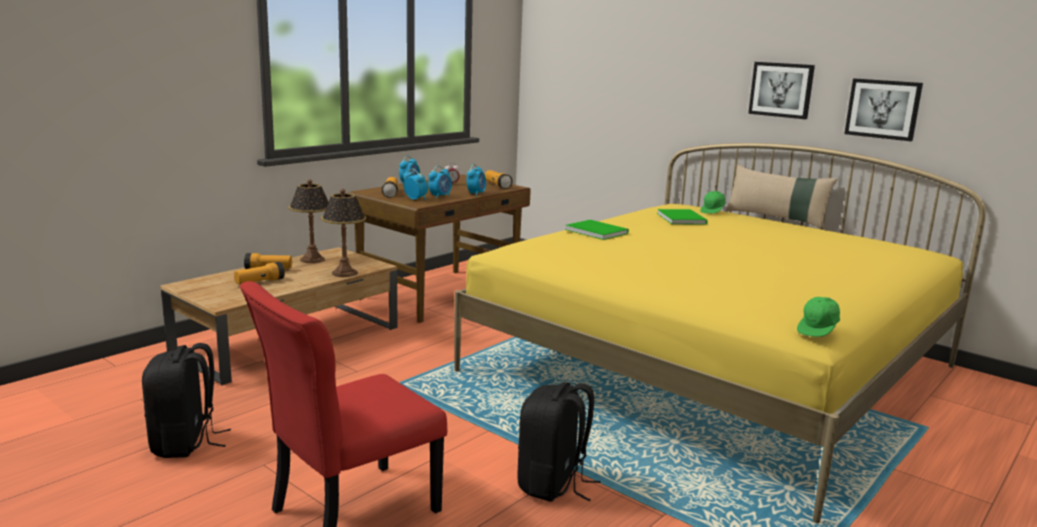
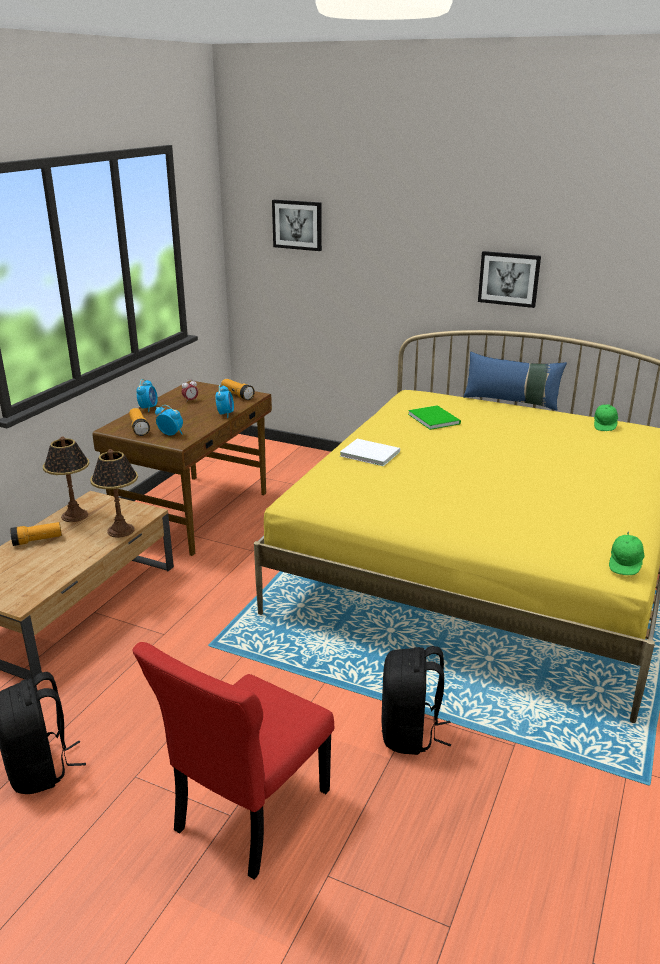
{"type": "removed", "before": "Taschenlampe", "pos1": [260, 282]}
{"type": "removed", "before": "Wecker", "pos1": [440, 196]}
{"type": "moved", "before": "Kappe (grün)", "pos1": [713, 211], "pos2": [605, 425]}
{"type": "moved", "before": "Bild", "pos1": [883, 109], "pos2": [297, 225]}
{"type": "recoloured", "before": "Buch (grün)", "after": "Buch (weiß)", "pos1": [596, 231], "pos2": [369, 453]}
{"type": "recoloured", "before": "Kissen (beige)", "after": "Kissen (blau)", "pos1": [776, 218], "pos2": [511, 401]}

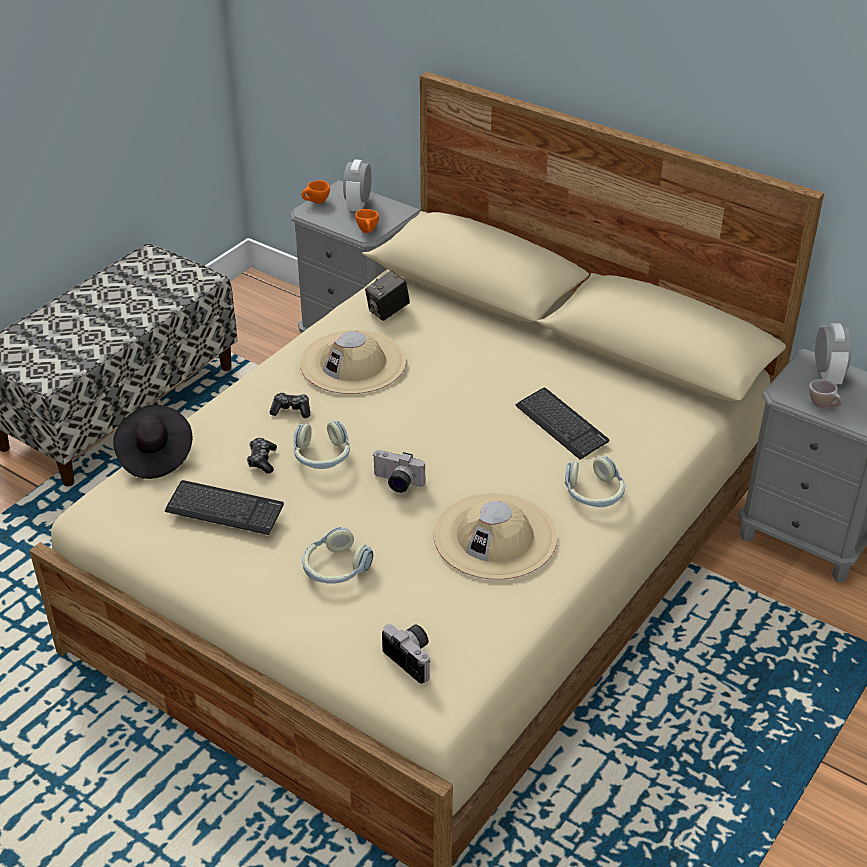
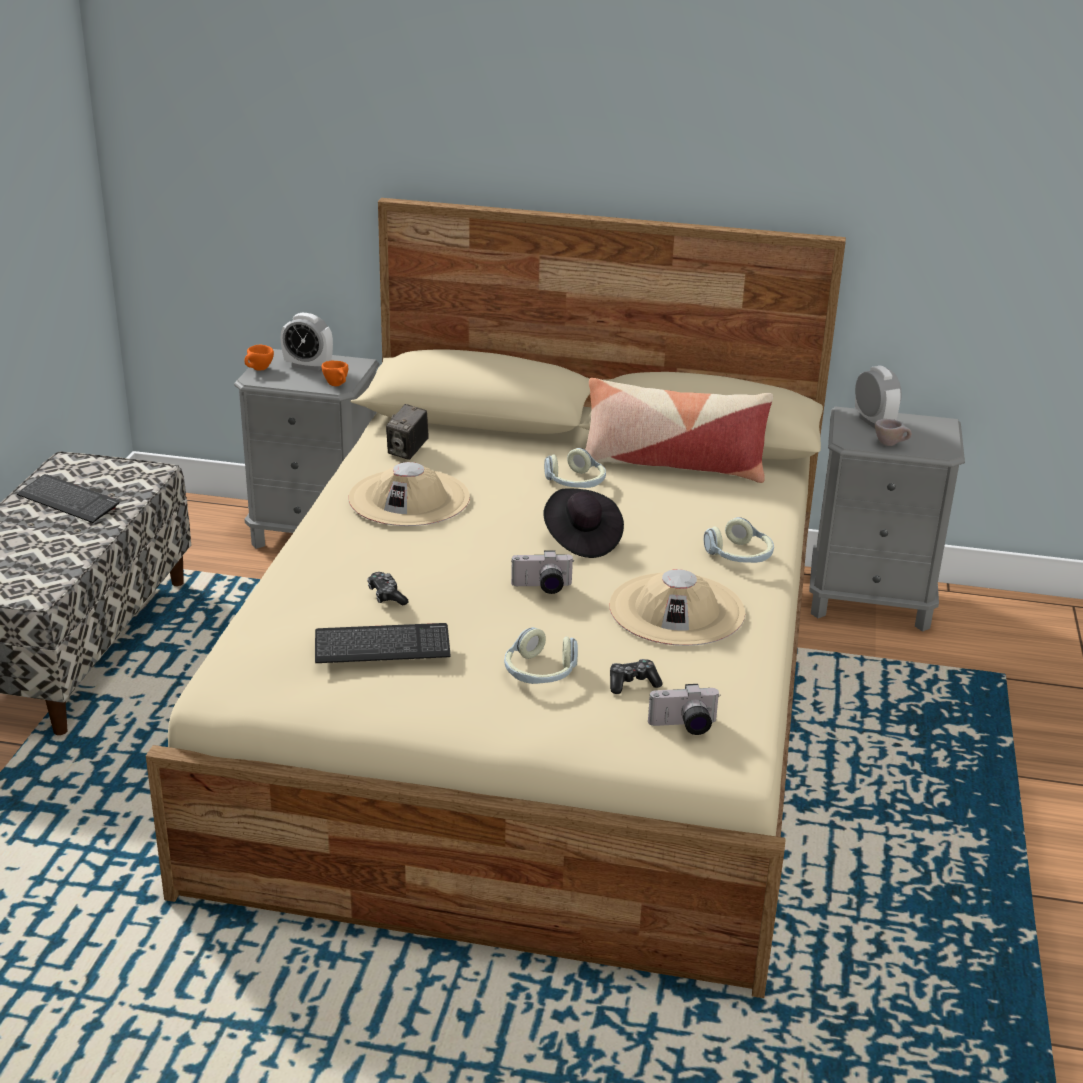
{"type": "added", "after": "Kissen", "pos2": [673, 464]}
{"type": "moved", "before": "Hut (schwarz)", "pos1": [154, 455], "pos2": [581, 539]}
{"type": "moved", "before": "Gamepad", "pos1": [291, 410], "pos2": [632, 683]}
{"type": "moved", "before": "Kopfhörer", "pos1": [322, 456], "pos2": [575, 483]}
{"type": "moved", "before": "Tastatur", "pos1": [561, 425], "pos2": [68, 501]}
{"type": "turned", "before": "Wecker", "pos1": [358, 206], "pos2": [308, 366], "turn": -60}
{"type": "turned", "before": "Kamera", "pos1": [413, 658], "pos2": [684, 726], "turn": 150}

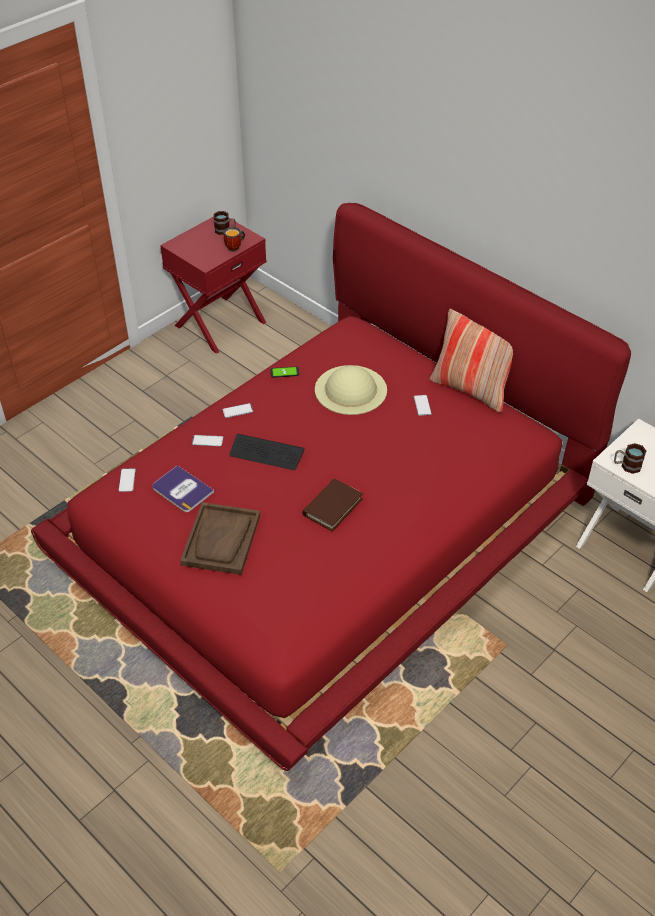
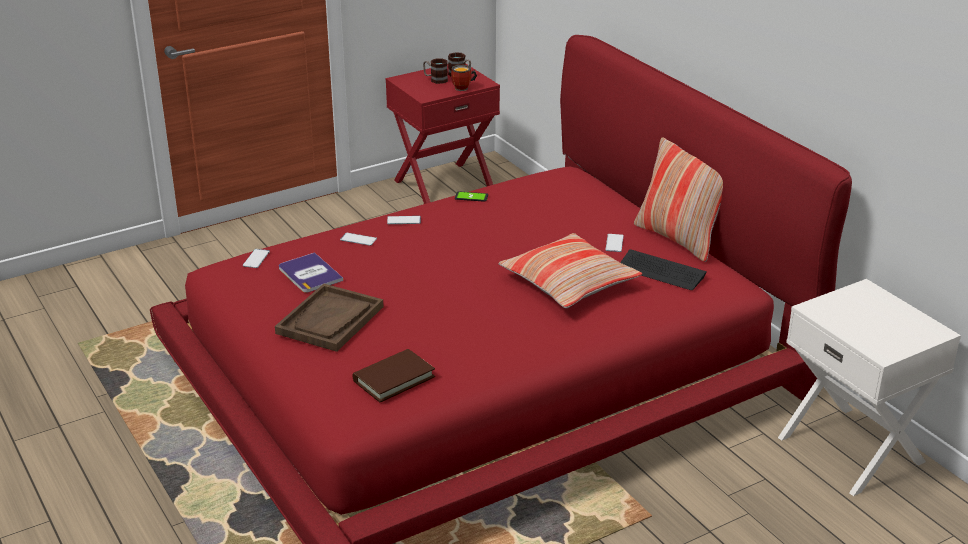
{"type": "removed", "before": "Hut (beige)", "pos1": [350, 389]}
{"type": "added", "after": "Kissen", "pos2": [569, 282]}
{"type": "moved", "before": "Tastatur", "pos1": [266, 453], "pos2": [661, 272]}
{"type": "moved", "before": "Buch (braun)", "pos1": [332, 507], "pos2": [394, 379]}
{"type": "moved", "before": "Henkelbecher", "pos1": [626, 466], "pos2": [435, 79]}

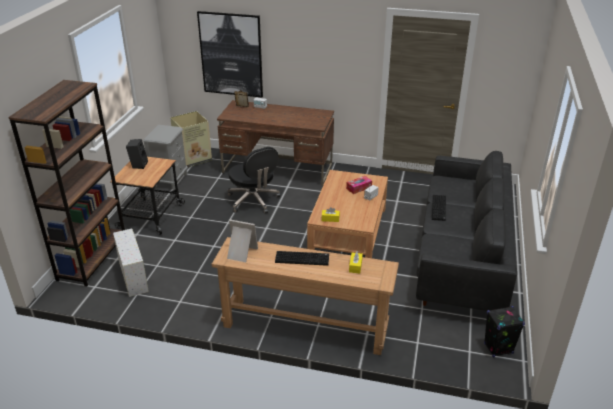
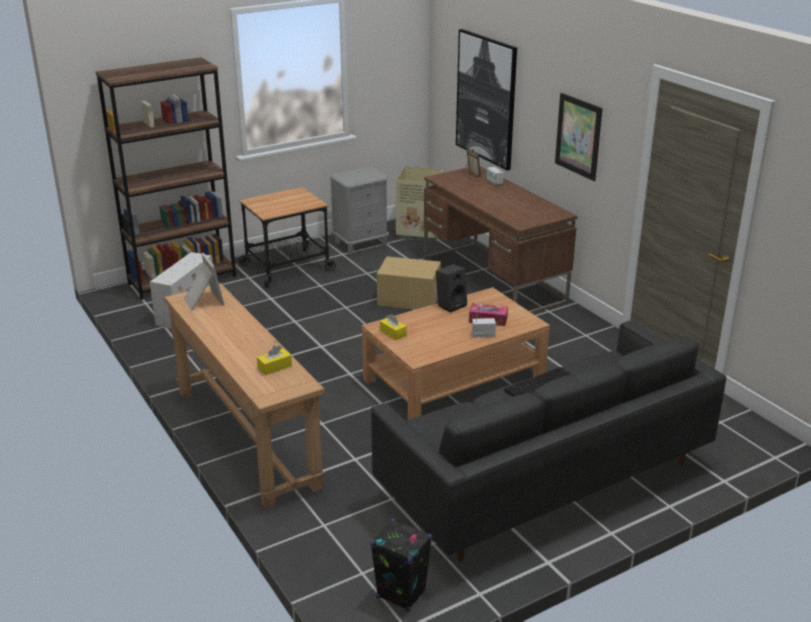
{"type": "removed", "before": "Tastatur", "pos1": [302, 258]}
{"type": "added", "after": "Bild", "pos2": [578, 136]}
{"type": "moved", "before": "Lautsprecher (schwarz)", "pos1": [138, 164], "pos2": [451, 305]}
{"type": "replaced", "before": "Bürostuhl (schwarz)", "after": "Karton", "pos1": [254, 201], "pos2": [408, 299]}

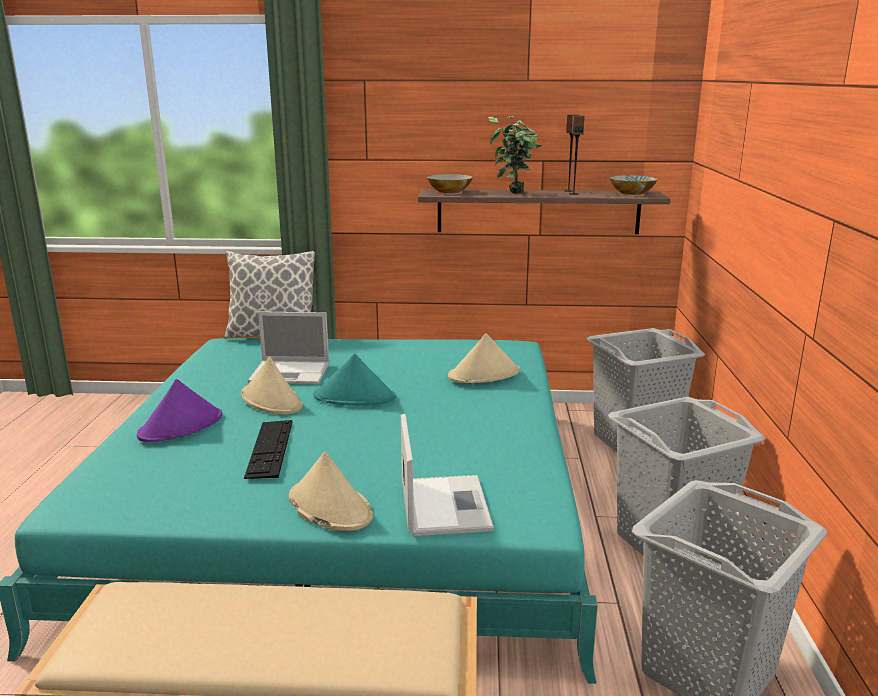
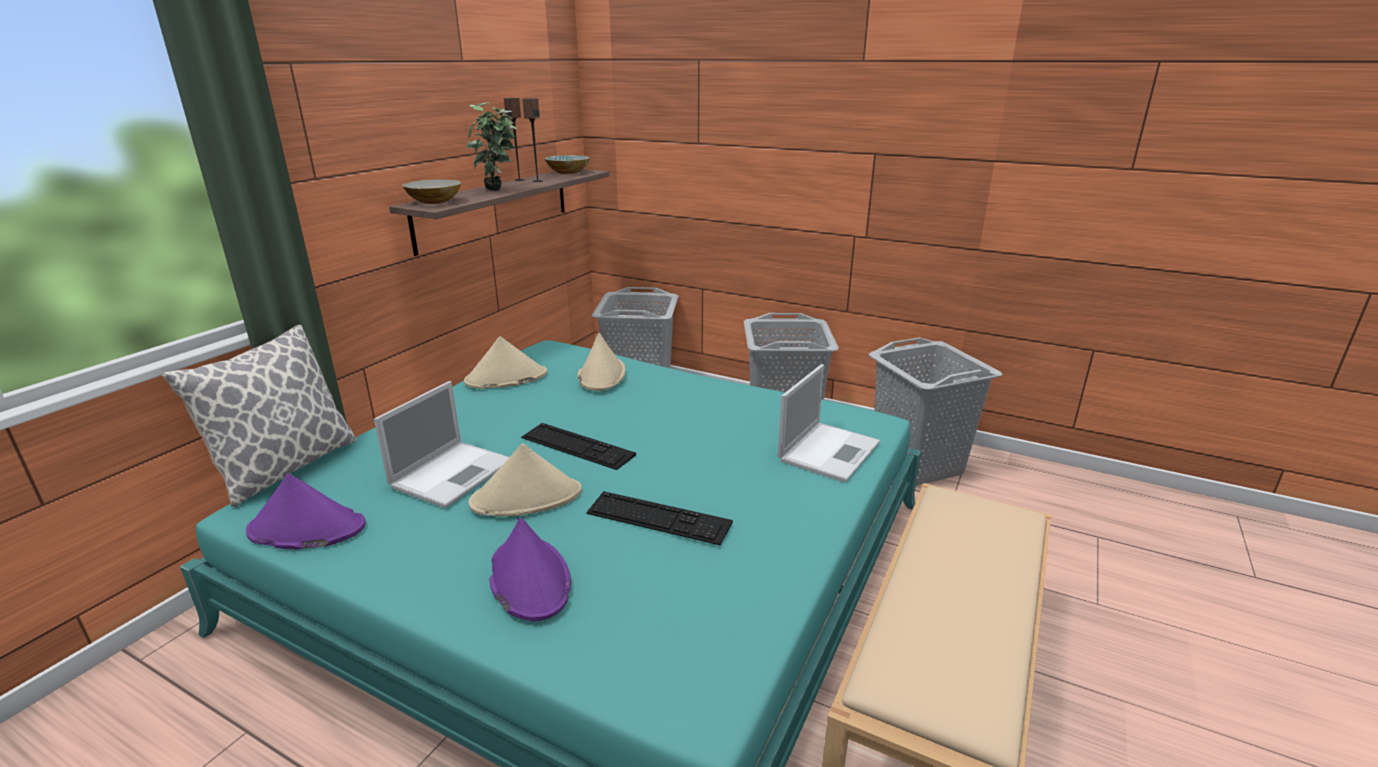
{"type": "added", "after": "Hut (lila)", "pos2": [306, 529]}
{"type": "moved", "before": "Hut (beige)", "pos1": [329, 506], "pos2": [506, 378]}
{"type": "replaced", "before": "Hut (türkis)", "after": "Tastatur", "pos1": [355, 397], "pos2": [577, 446]}
{"type": "turned", "before": "Laptop", "pos1": [444, 504], "pos2": [829, 451], "turn": 105}

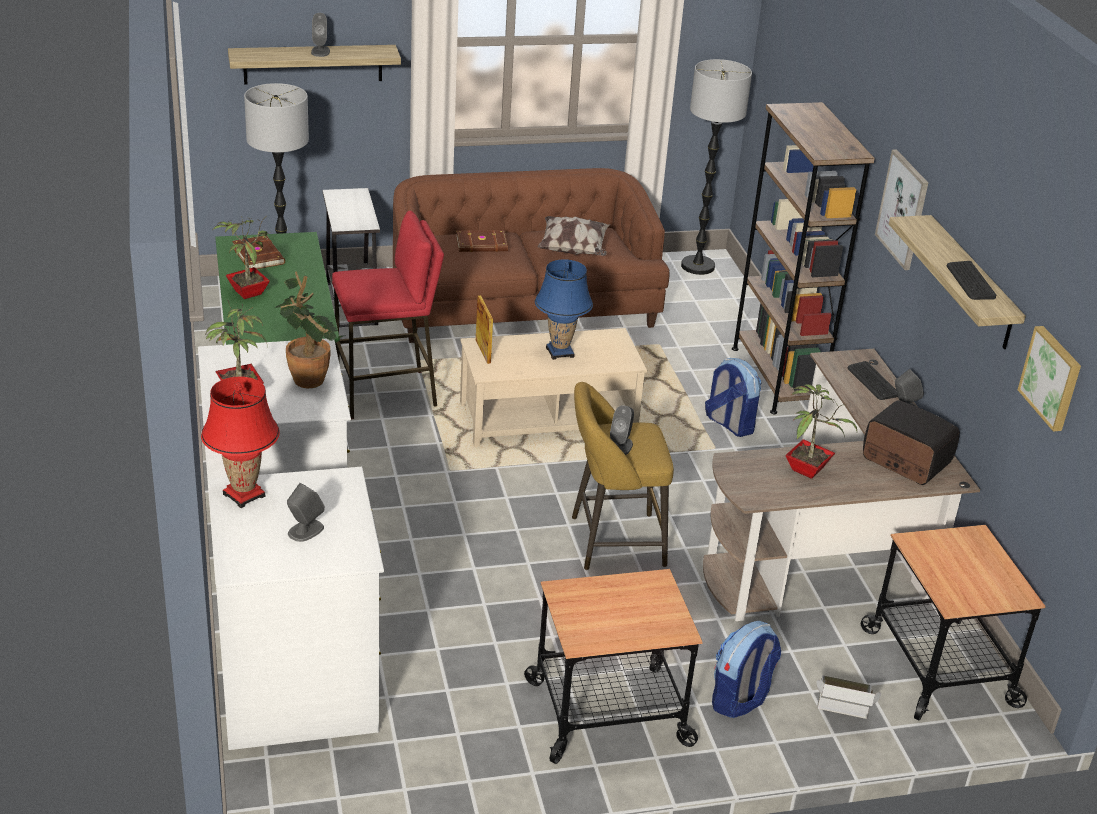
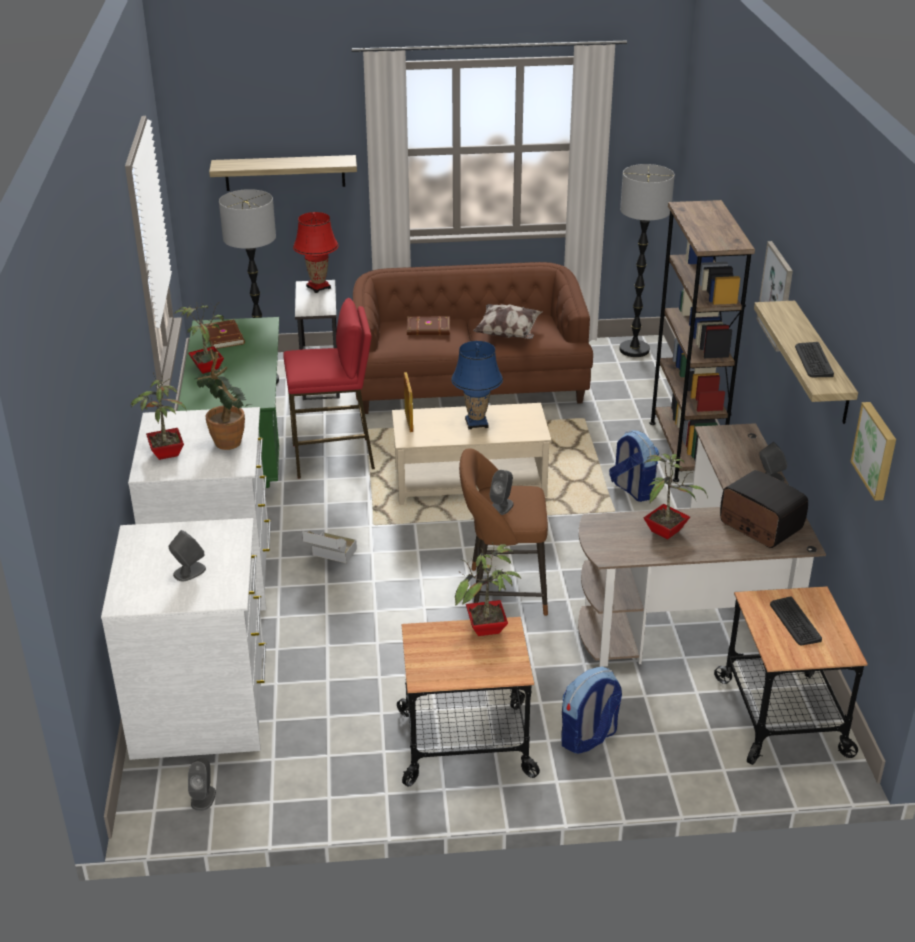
{"type": "added", "after": "Topfpflanze", "pos2": [486, 630]}
{"type": "moved", "before": "Tischlampe (rot)", "pos1": [244, 495], "pos2": [318, 287]}
{"type": "moved", "before": "Lautsprecher (grau)", "pos1": [320, 51], "pos2": [203, 797]}
{"type": "moved", "before": "Karton", "pos1": [841, 712], "pos2": [330, 558]}
{"type": "moved", "before": "Tastatur", "pos1": [872, 381], "pos2": [794, 622]}
{"type": "recoloured", "before": "Hocker (gelb)", "after": "Hocker (braun)", "pos1": [611, 542], "pos2": [502, 592]}

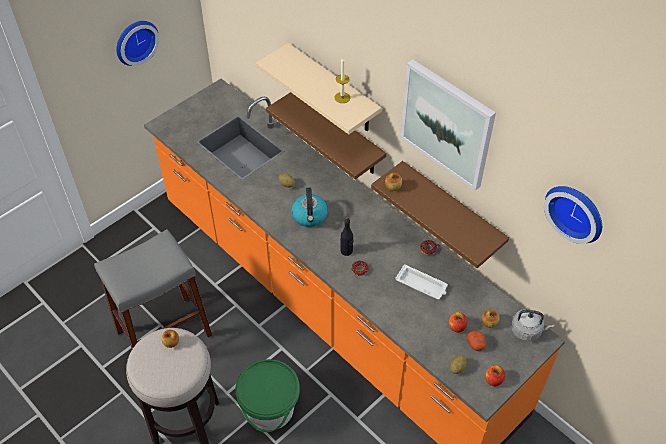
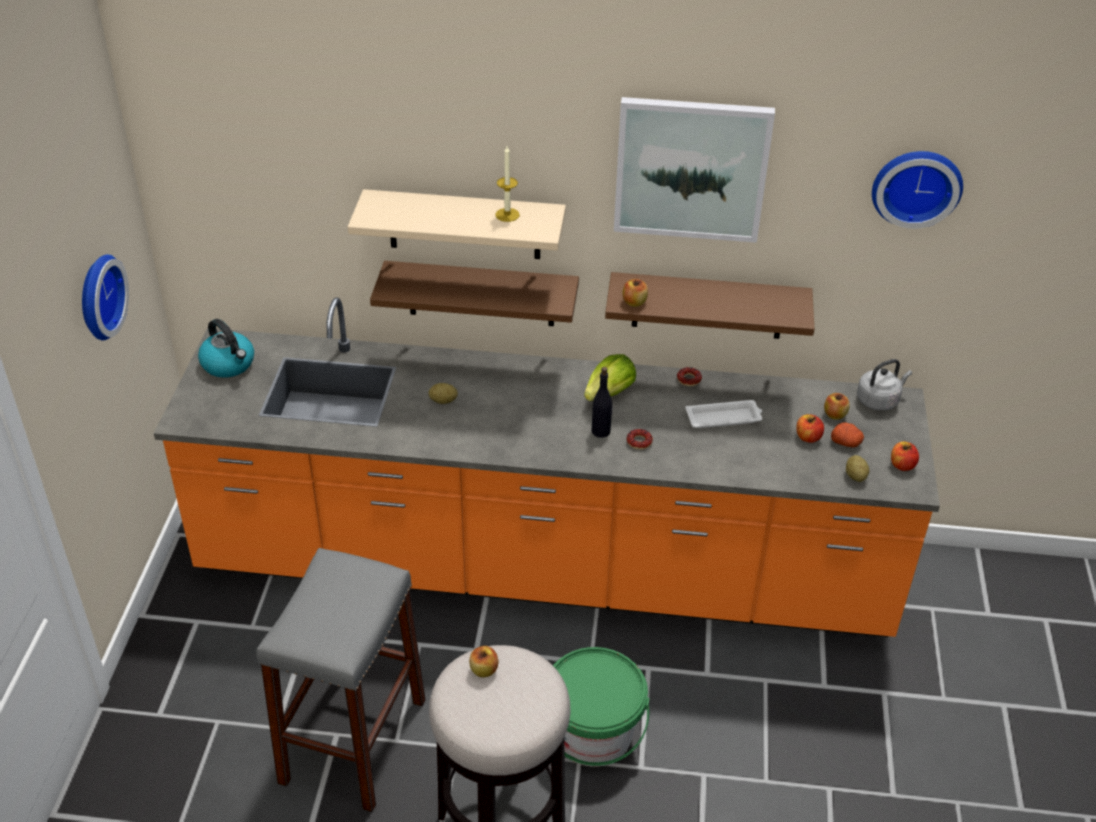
{"type": "added", "after": "Salatkopf", "pos2": [610, 393]}
{"type": "moved", "before": "Wasserkessel", "pos1": [310, 216], "pos2": [229, 364]}

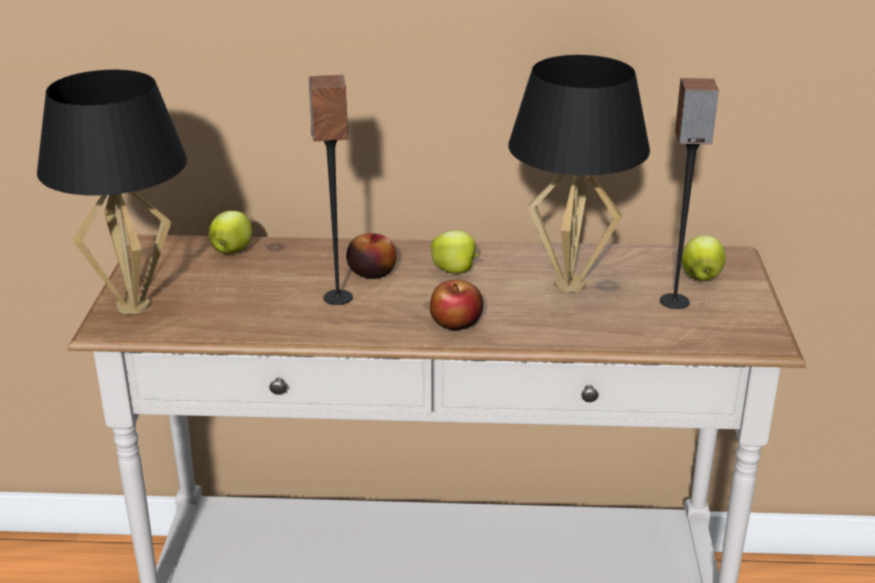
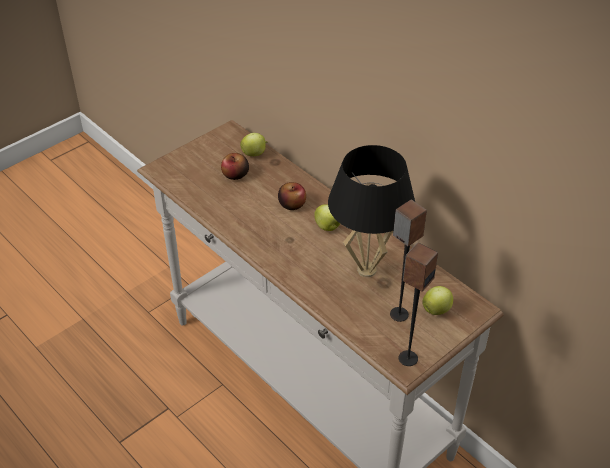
{"type": "removed", "before": "Tischlampe (schwarz)", "pos1": [133, 305]}
{"type": "moved", "before": "Lautsprecher", "pos1": [337, 297], "pos2": [407, 358]}
{"type": "moved", "before": "Apfel", "pos1": [456, 323], "pos2": [235, 175]}

